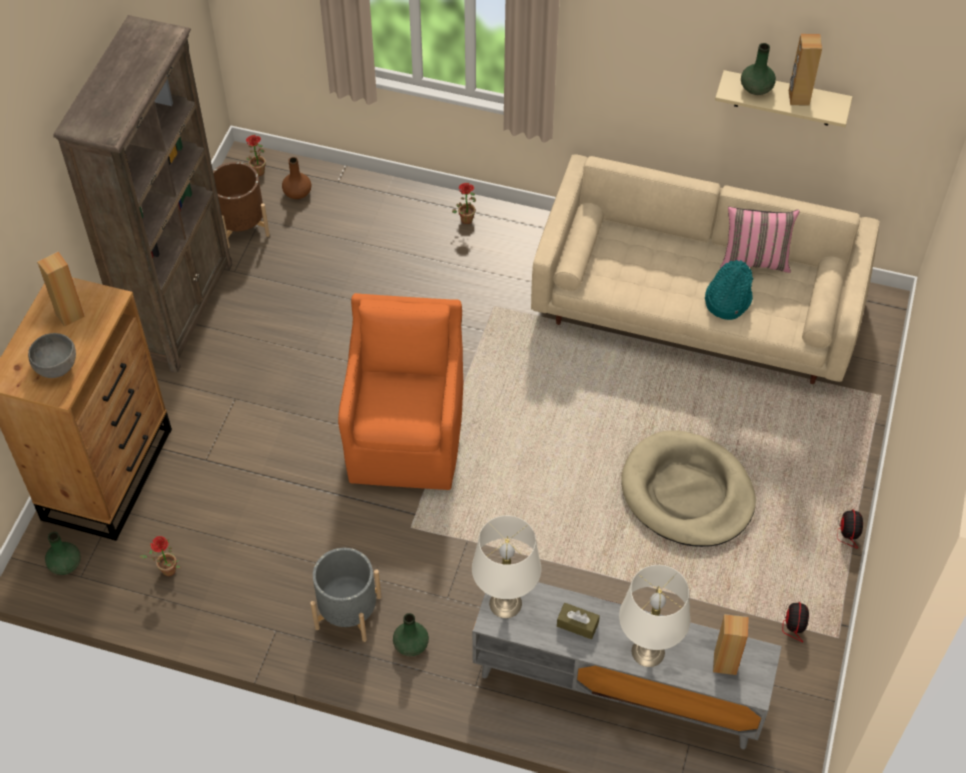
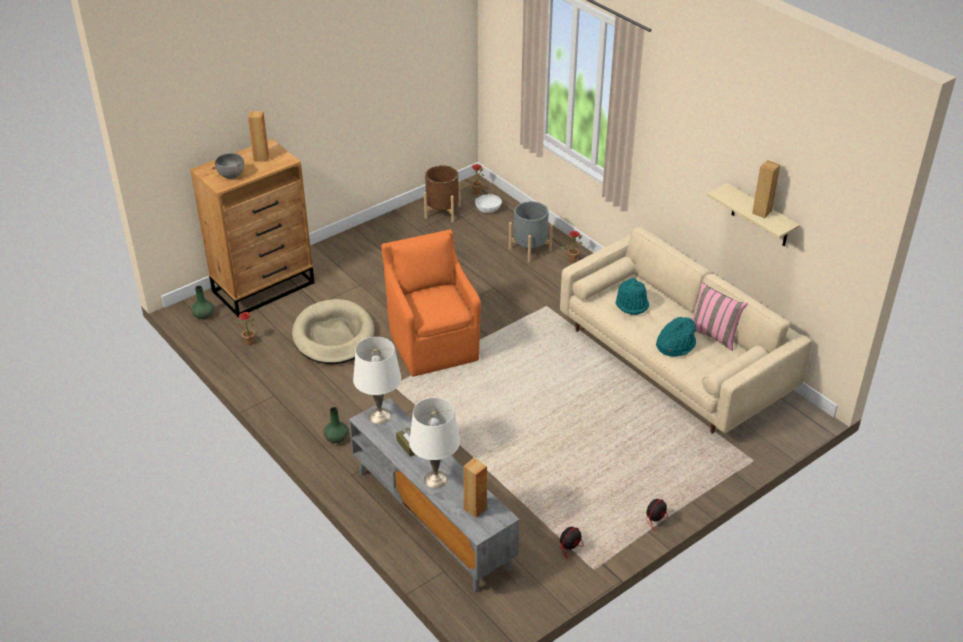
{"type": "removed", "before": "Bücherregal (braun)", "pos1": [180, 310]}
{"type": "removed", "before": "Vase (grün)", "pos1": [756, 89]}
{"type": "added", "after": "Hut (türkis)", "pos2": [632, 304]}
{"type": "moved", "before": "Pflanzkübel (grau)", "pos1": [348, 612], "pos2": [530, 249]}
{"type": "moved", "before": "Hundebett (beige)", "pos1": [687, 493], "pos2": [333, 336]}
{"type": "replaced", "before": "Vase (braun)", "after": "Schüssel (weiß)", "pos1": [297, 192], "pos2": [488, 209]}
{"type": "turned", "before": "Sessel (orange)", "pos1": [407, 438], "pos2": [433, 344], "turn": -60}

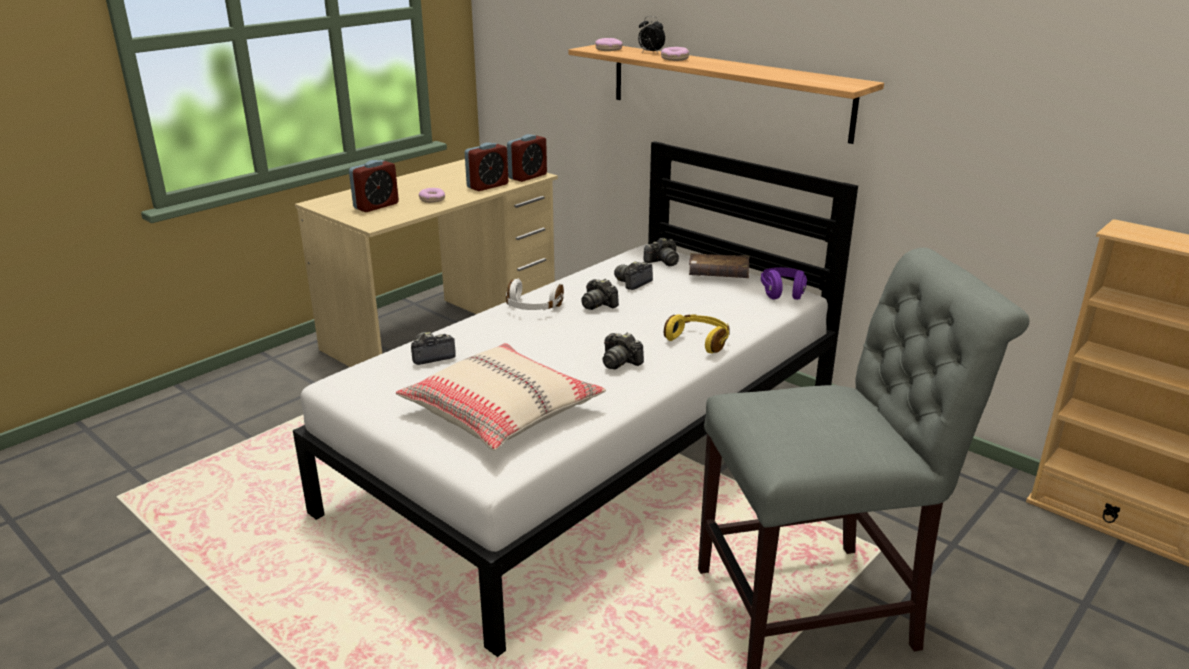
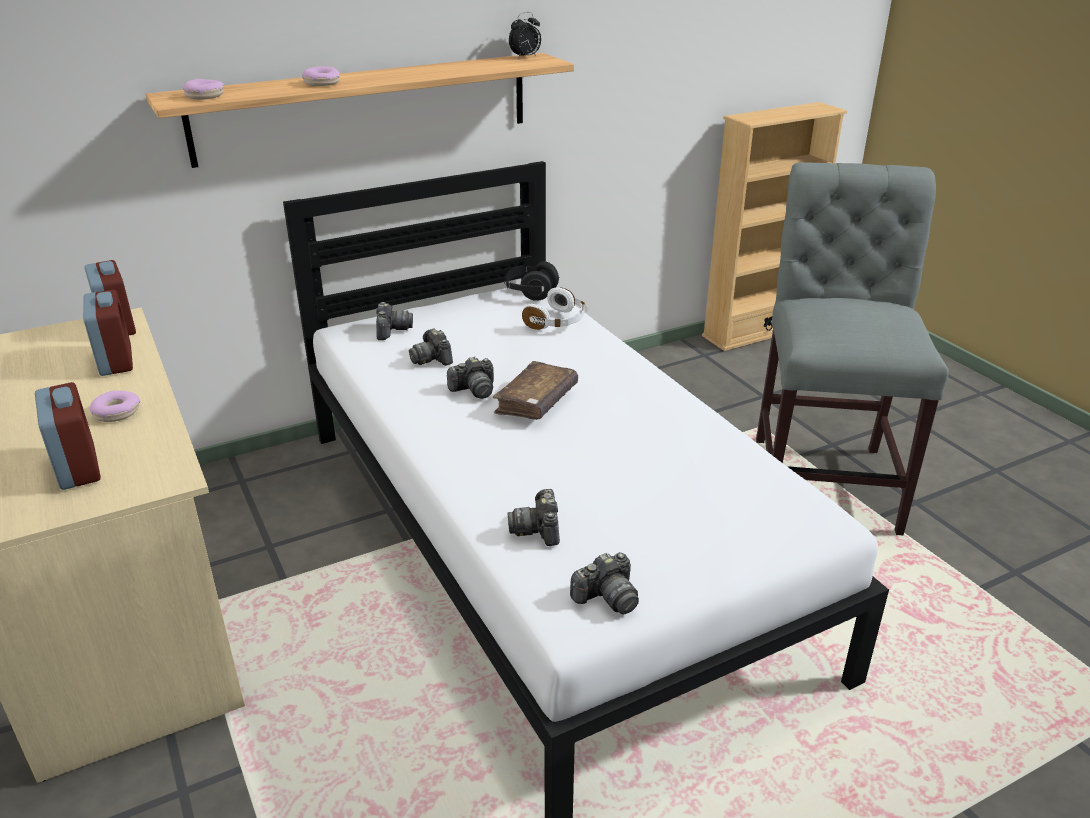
{"type": "removed", "before": "Kissen (beige)", "pos1": [502, 412]}
{"type": "removed", "before": "Kopfhörer (gelb)", "pos1": [699, 341]}
{"type": "moved", "before": "Kopfhörer (weiß)", "pos1": [533, 307], "pos2": [557, 322]}
{"type": "moved", "before": "Kamera", "pos1": [620, 362], "pos2": [607, 597]}
{"type": "moved", "before": "Wecker", "pos1": [650, 52], "pos2": [525, 57]}
{"type": "moved", "before": "Buch (braun)", "pos1": [718, 275], "pos2": [536, 401]}
{"type": "recoloured", "before": "Kopfhörer (lila)", "after": "Kopfhörer (schwarz)", "pos1": [782, 294], "pos2": [530, 293]}

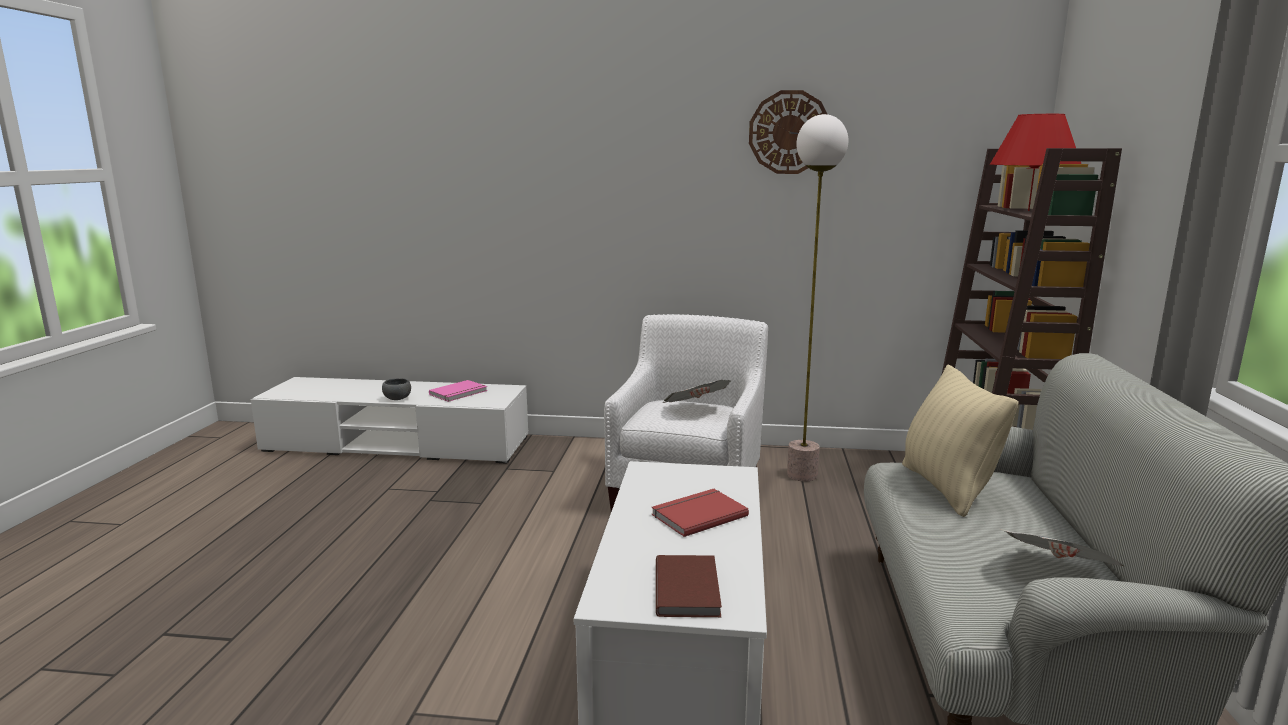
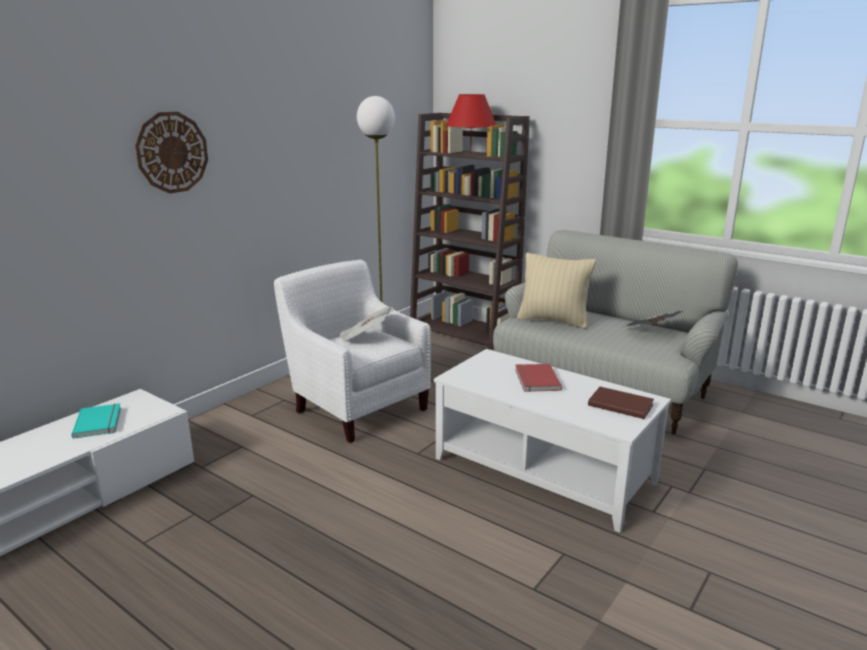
{"type": "removed", "before": "Schüssel (grau)", "pos1": [397, 399]}
{"type": "moved", "before": "Wanduhr", "pos1": [789, 132], "pos2": [172, 152]}
{"type": "recoloured", "before": "Buch (rosa)", "after": "Buch (türkis)", "pos1": [459, 393], "pos2": [100, 422]}

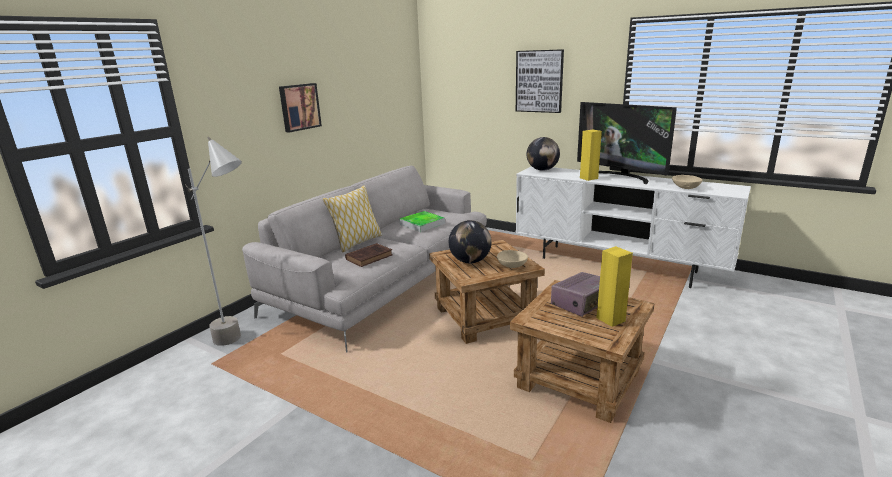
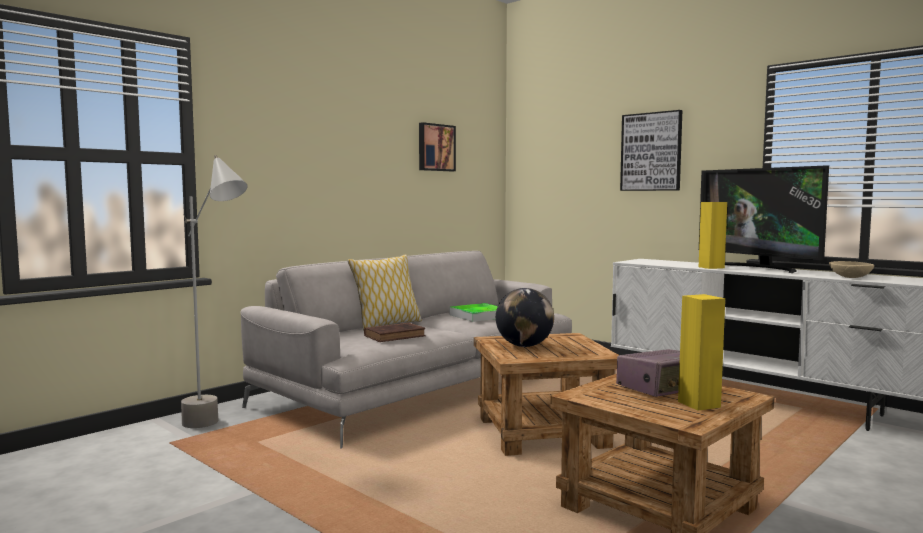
{"type": "removed", "before": "Schüssel (beige)", "pos1": [511, 266]}
{"type": "removed", "before": "Globus", "pos1": [542, 170]}
{"type": "moved", "before": "Bild", "pos1": [299, 107], "pos2": [435, 147]}

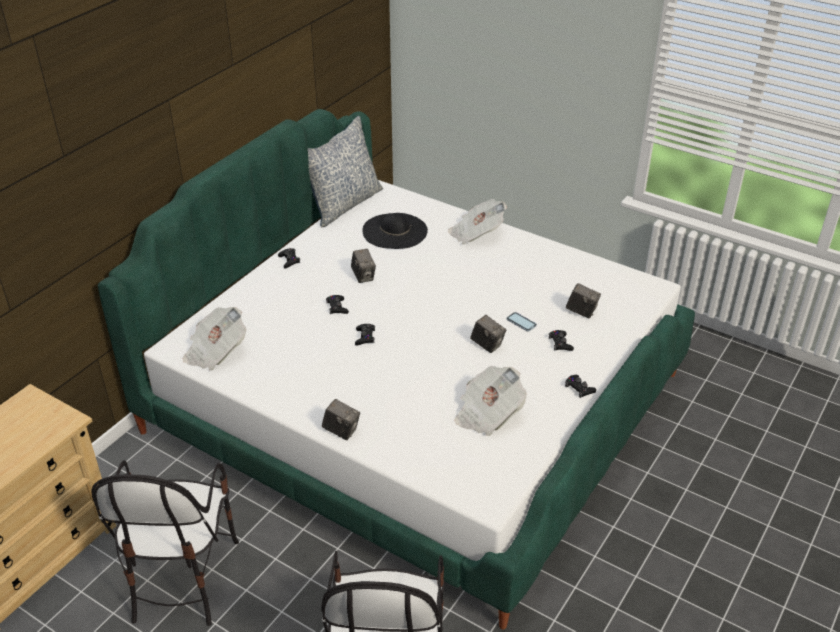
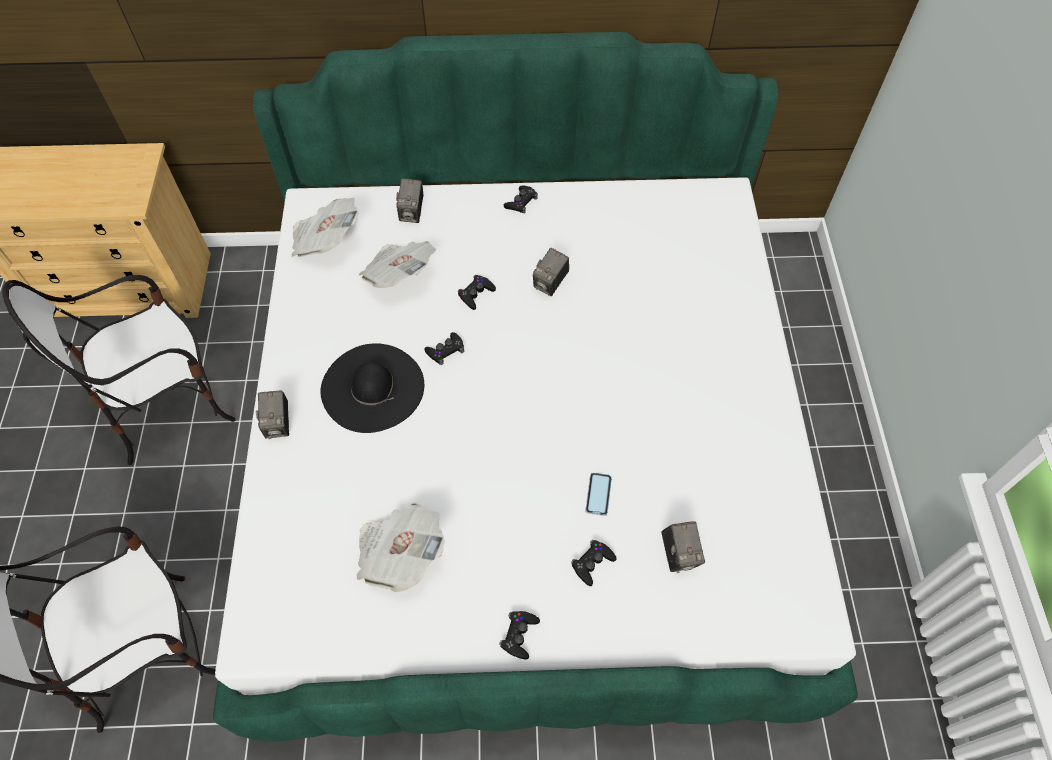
{"type": "removed", "before": "Kissen", "pos1": [343, 204]}
{"type": "moved", "before": "Hut (schwarz)", "pos1": [394, 231], "pos2": [372, 387]}
{"type": "moved", "before": "Zeitung", "pos1": [476, 234], "pos2": [399, 275]}
{"type": "moved", "before": "Kamera", "pos1": [487, 345], "pos2": [412, 213]}

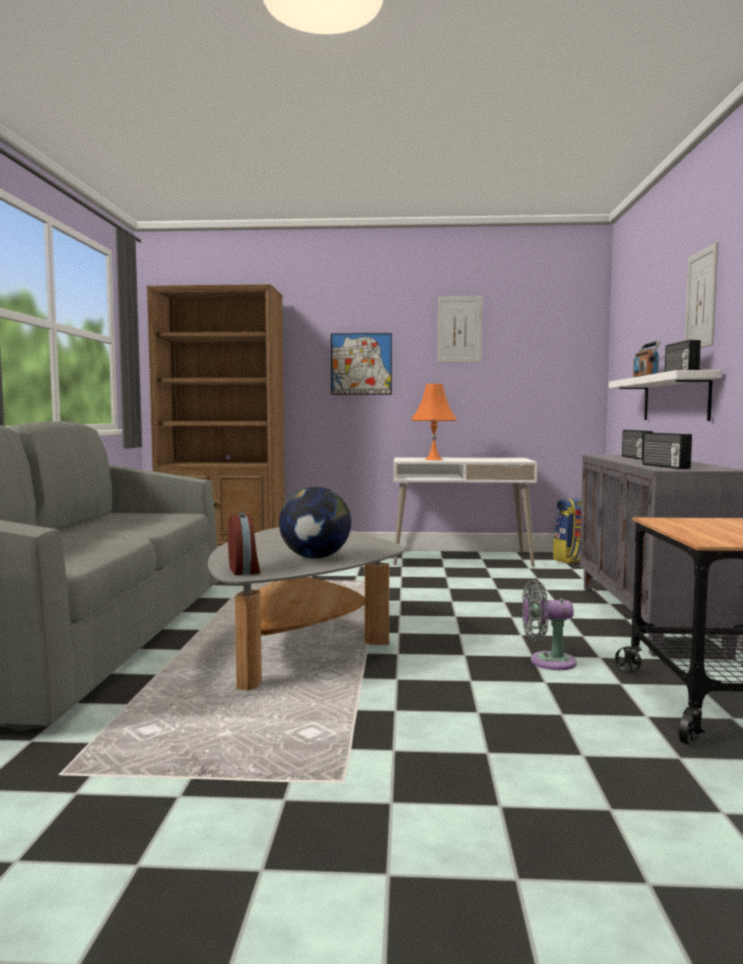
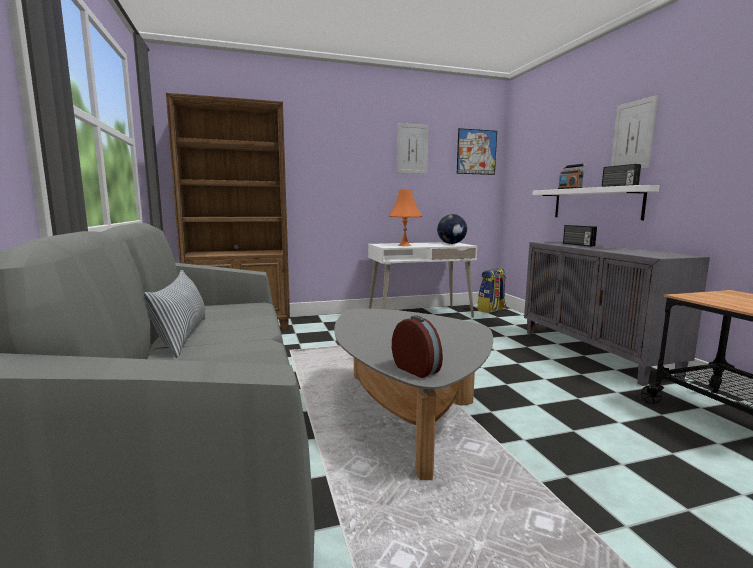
{"type": "removed", "before": "Ventilator (grau)", "pos1": [547, 662]}
{"type": "removed", "before": "Radio", "pos1": [664, 466]}
{"type": "added", "after": "Kissen", "pos2": [182, 336]}
{"type": "moved", "before": "Globus", "pos1": [315, 557], "pos2": [451, 243]}
{"type": "moved", "before": "Bild", "pos1": [361, 364], "pos2": [476, 152]}

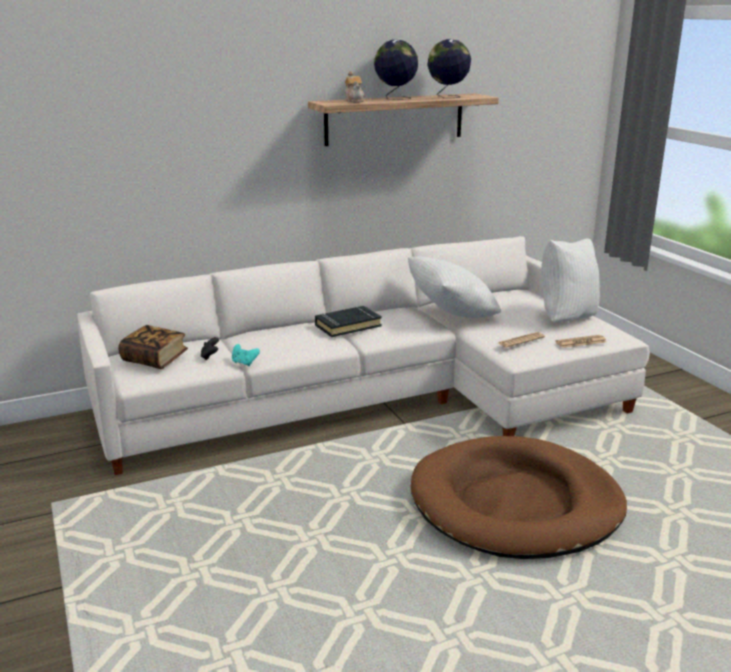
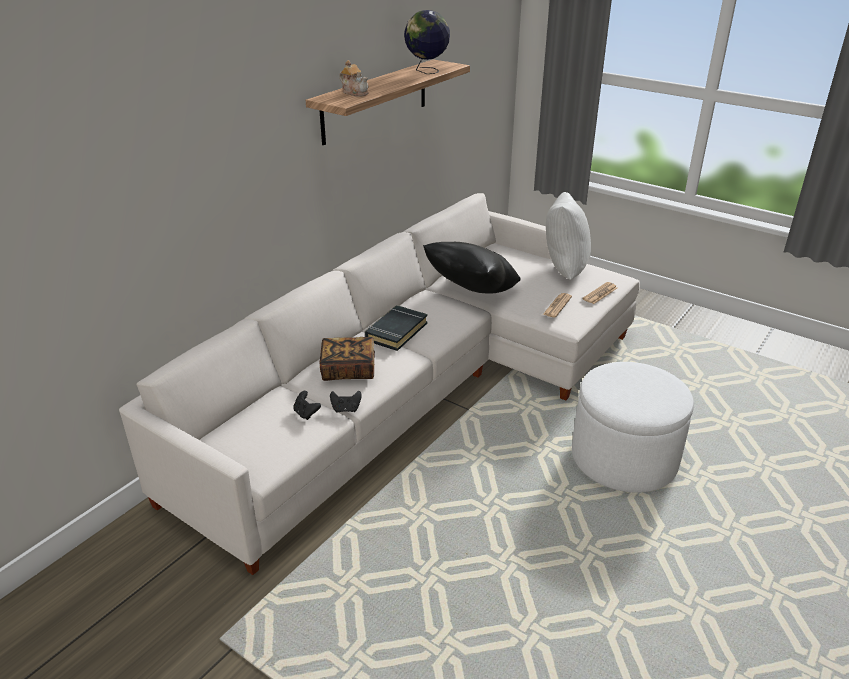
{"type": "removed", "before": "Globus", "pos1": [395, 98]}
{"type": "moved", "before": "Buch", "pos1": [155, 359], "pos2": [348, 370]}
{"type": "replaced", "before": "Hundebett (braun)", "after": "Polsterhocker (weiß)", "pos1": [515, 504], "pos2": [624, 458]}
{"type": "recoloured", "before": "Gamepad (türkis)", "after": "Gamepad (schwarz)", "pos1": [244, 363], "pos2": [346, 409]}
{"type": "recoloured", "before": "Kissen (weiß)", "after": "Kissen (schwarz)", "pos1": [451, 315], "pos2": [471, 292]}

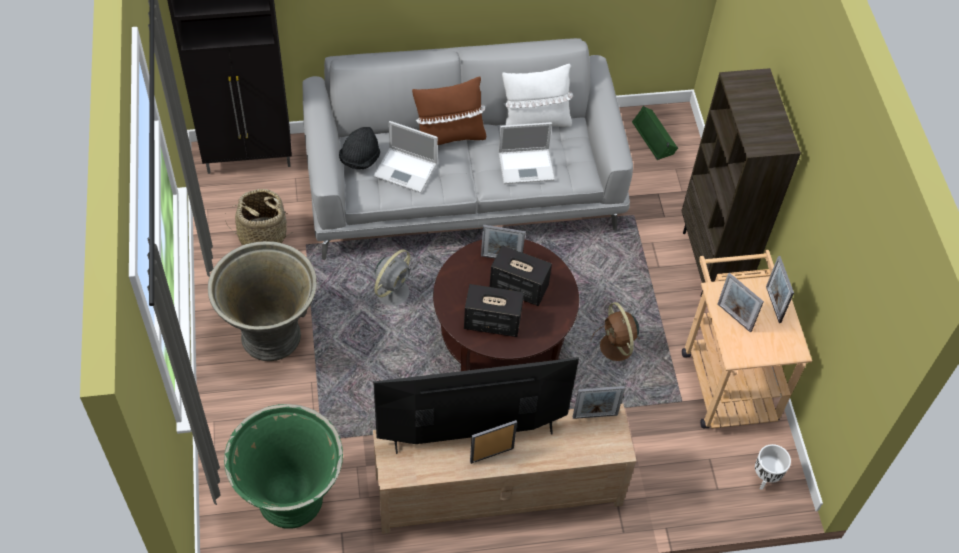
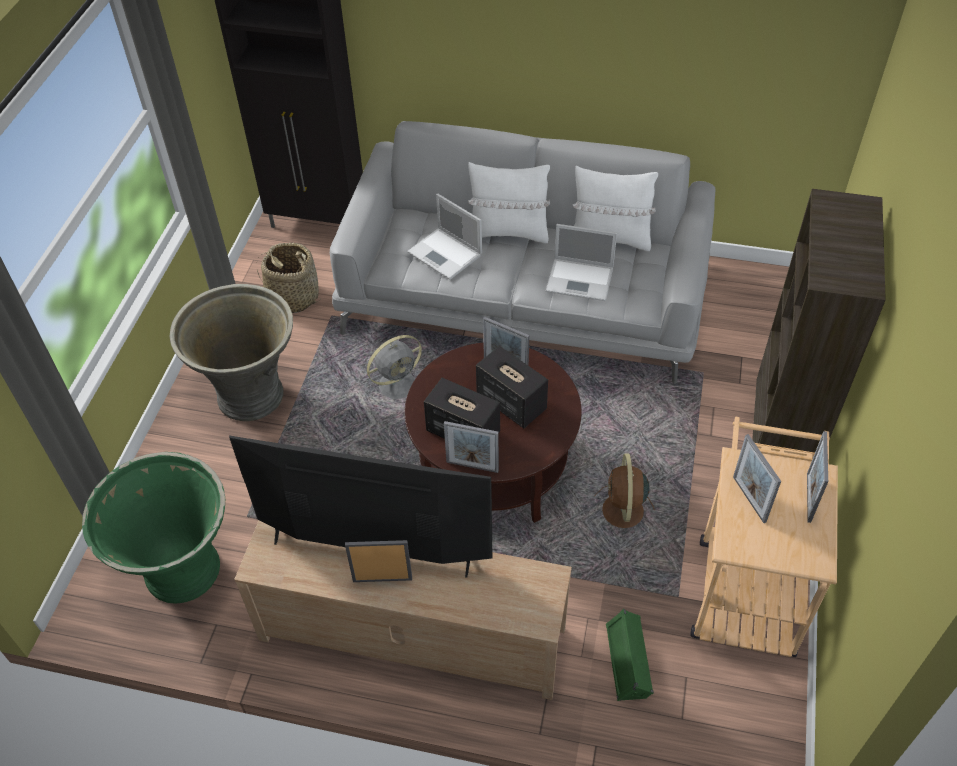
{"type": "removed", "before": "Hut (schwarz)", "pos1": [360, 159]}
{"type": "removed", "before": "Pflanzkübel (weiß)", "pos1": [765, 478]}
{"type": "moved", "before": "Bilderrahmen", "pos1": [595, 416], "pos2": [472, 466]}
{"type": "moved", "before": "Lautsprecher (grün)", "pos1": [655, 137], "pos2": [629, 660]}
{"type": "recoloured", "before": "Kissen (braun)", "after": "Kissen (weiß)", "pos1": [449, 137], "pos2": [508, 232]}

